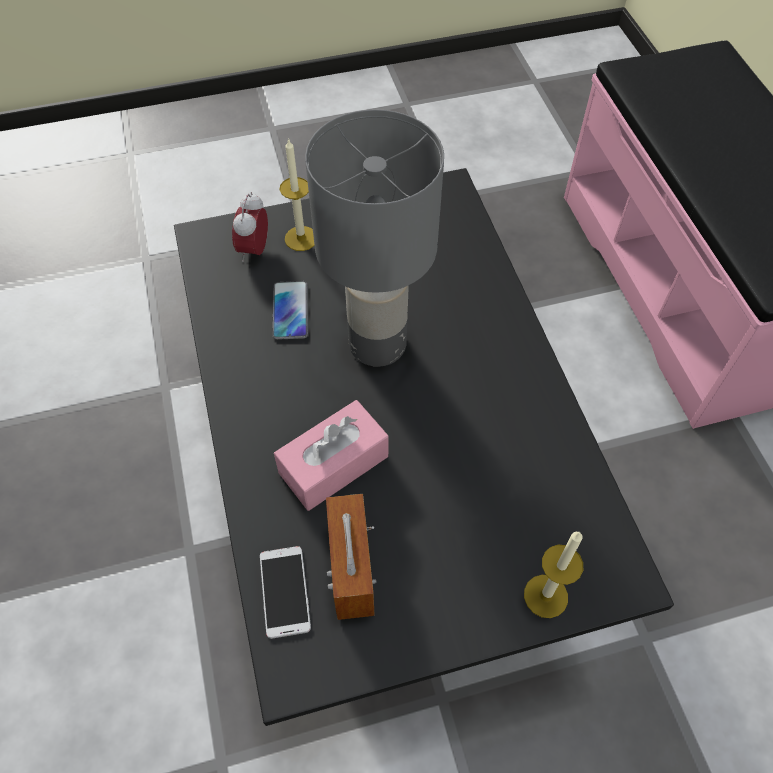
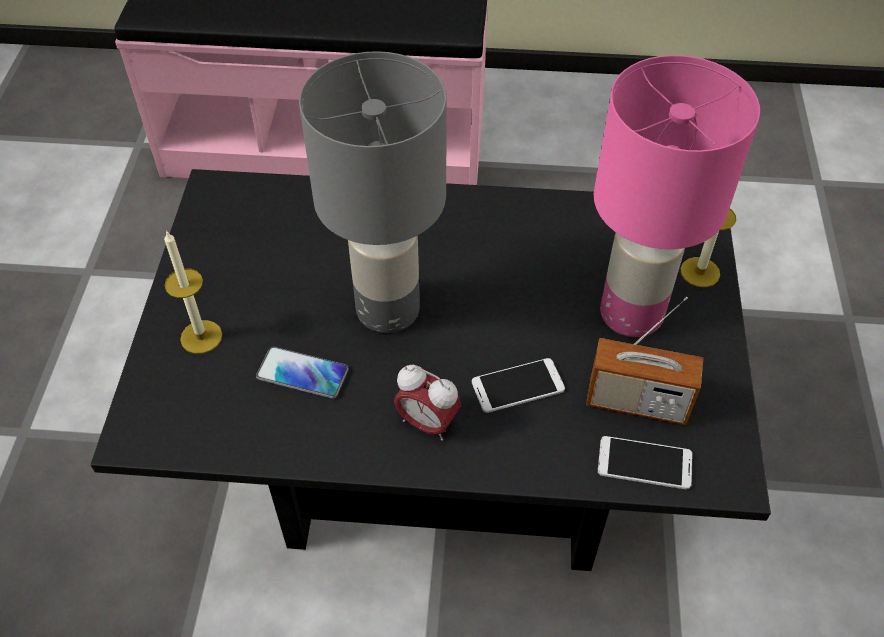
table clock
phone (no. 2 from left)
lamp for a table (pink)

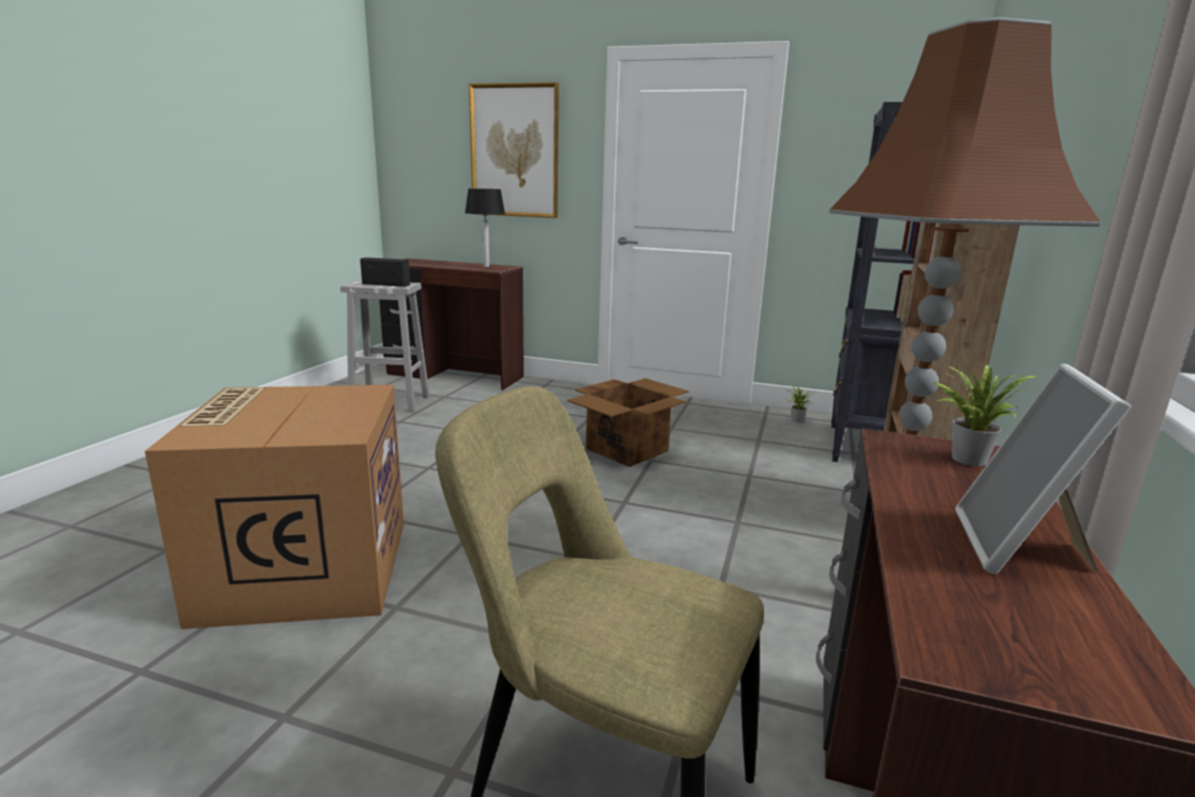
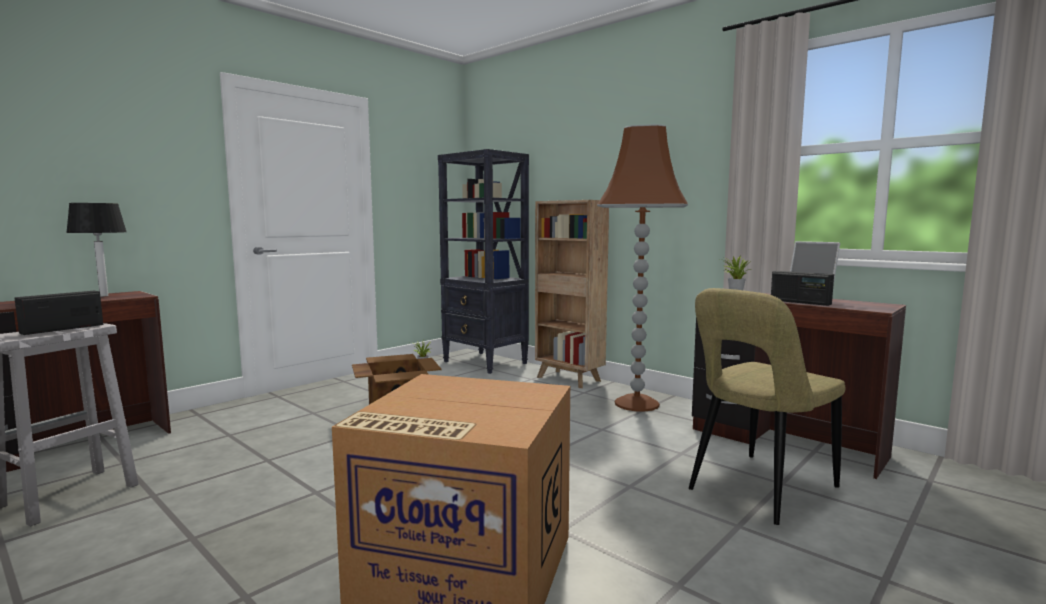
wall art
radio receiver (no. 2 from left)

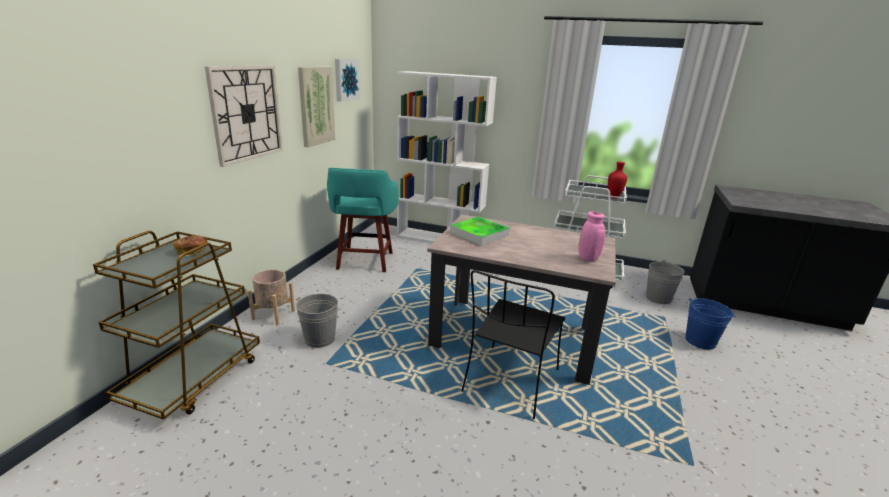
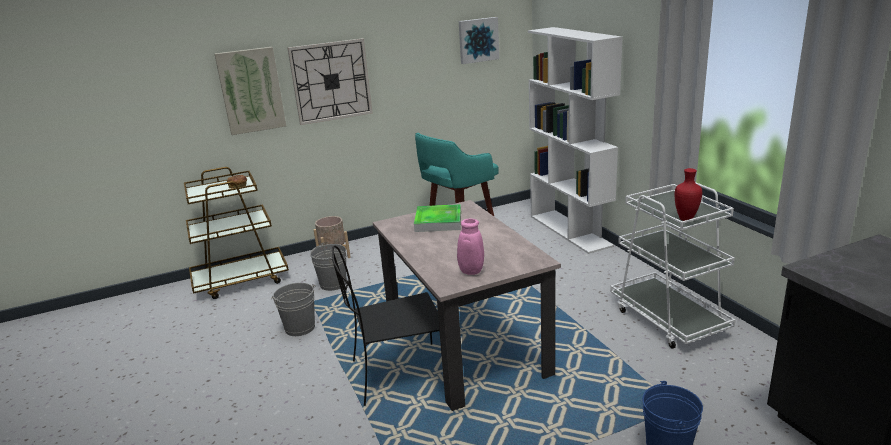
wall art (no. 1 from left)
water bucket (greyish) (no. 1 from left)

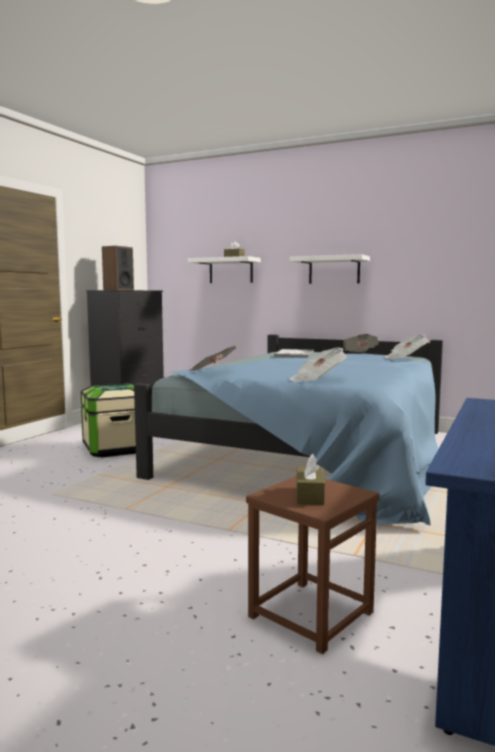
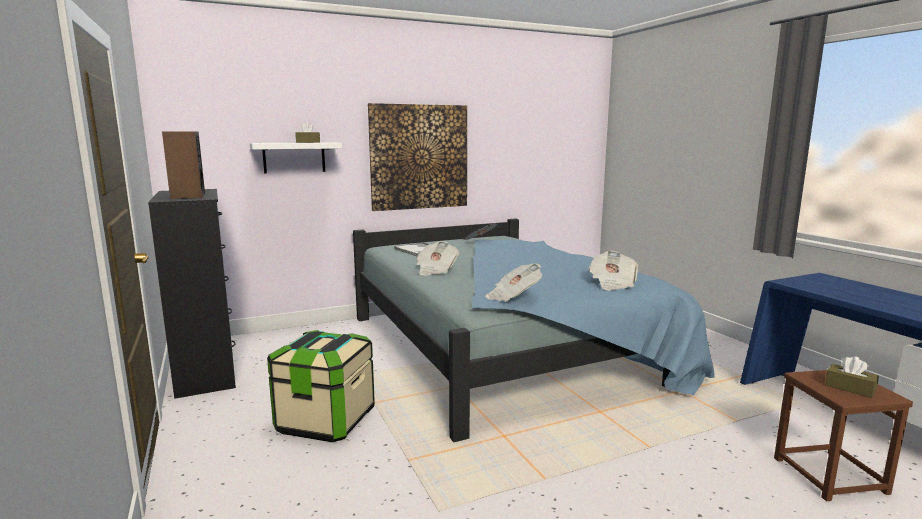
wall art
printed paper (no. 1 from left)

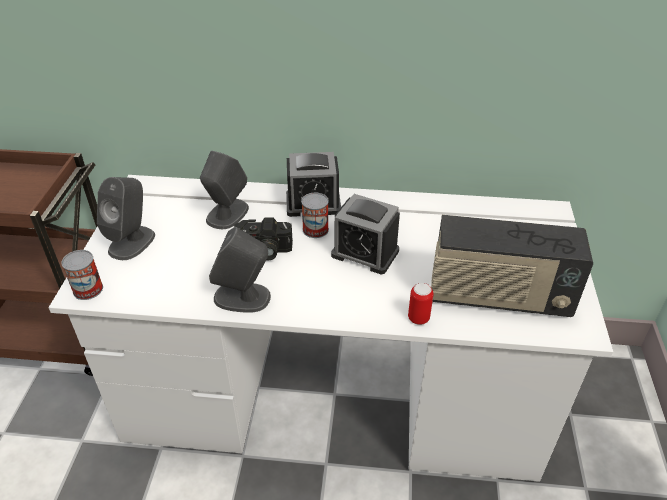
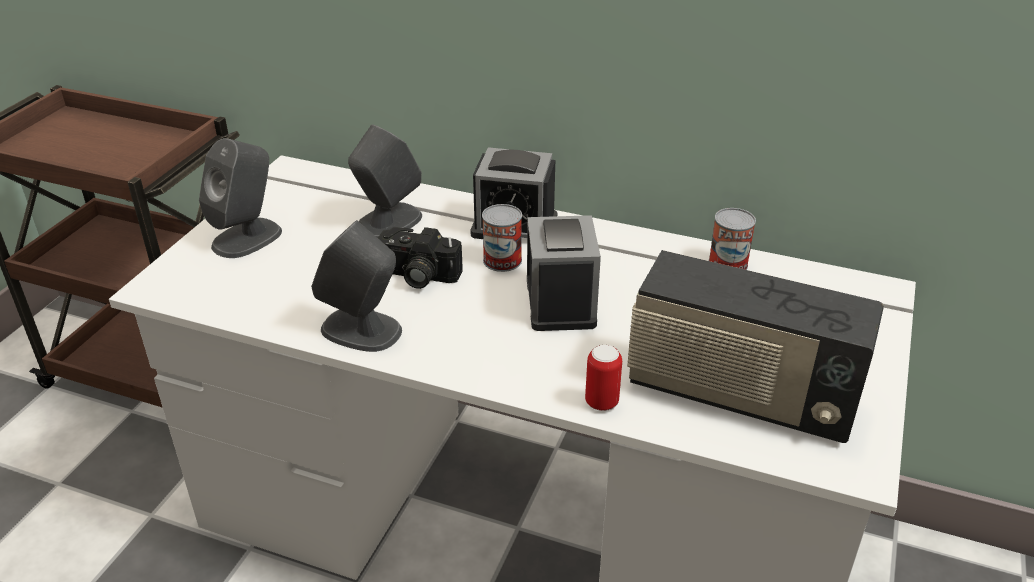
can (no. 3 from left)
table clock (no. 2 from left)

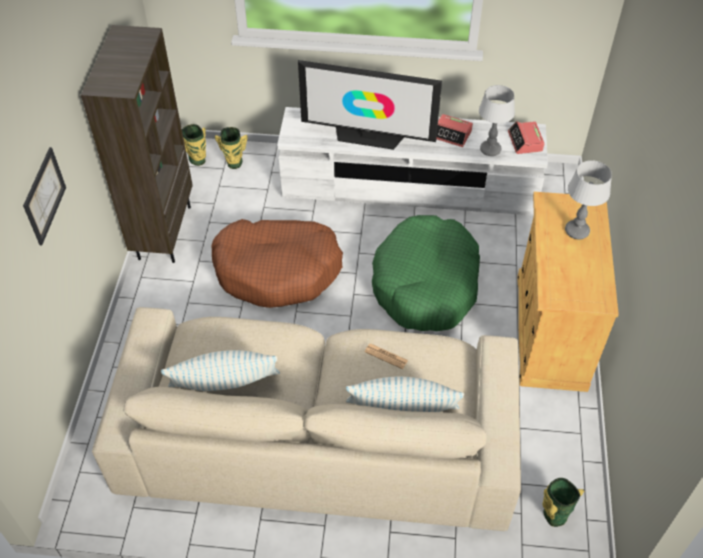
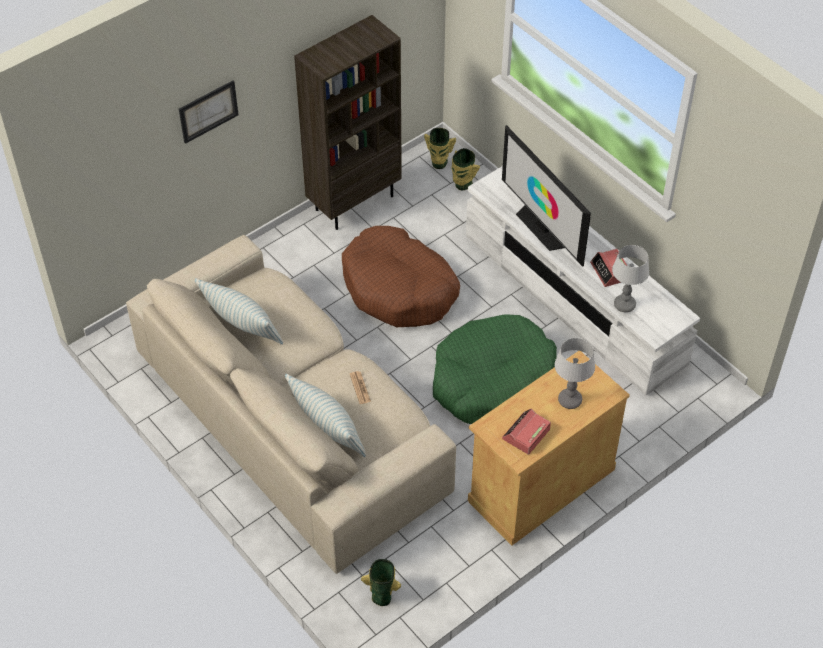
table clock (no. 1 from left)

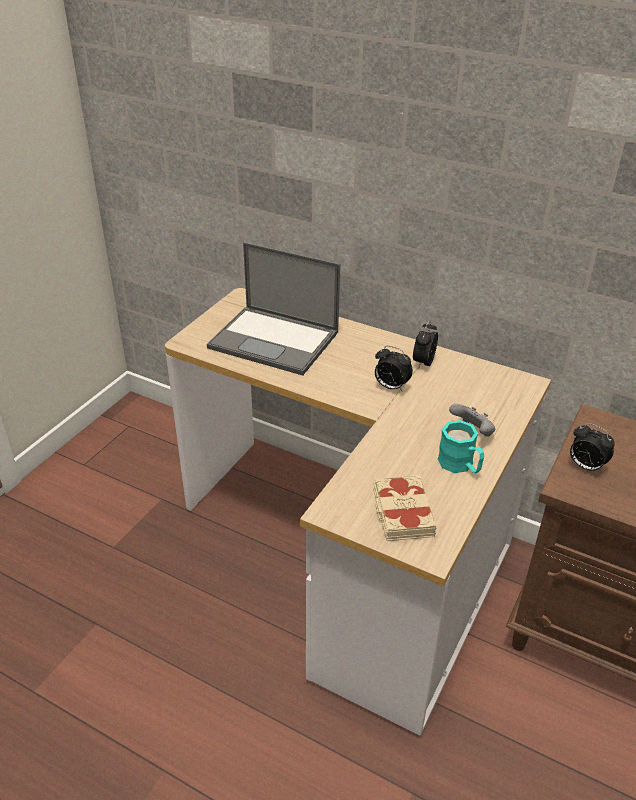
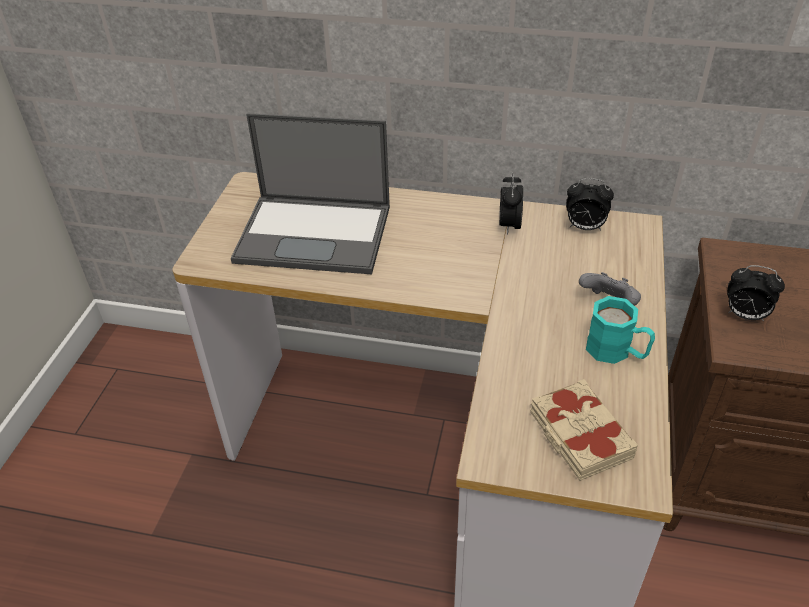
table clock (no. 2 from left)

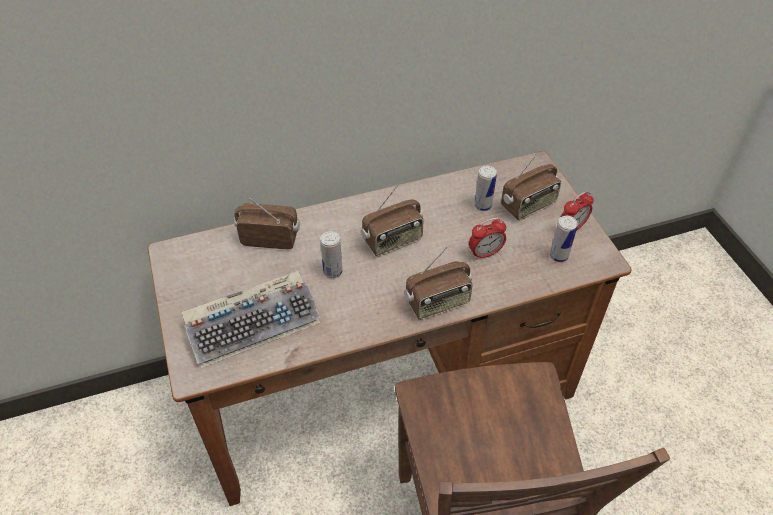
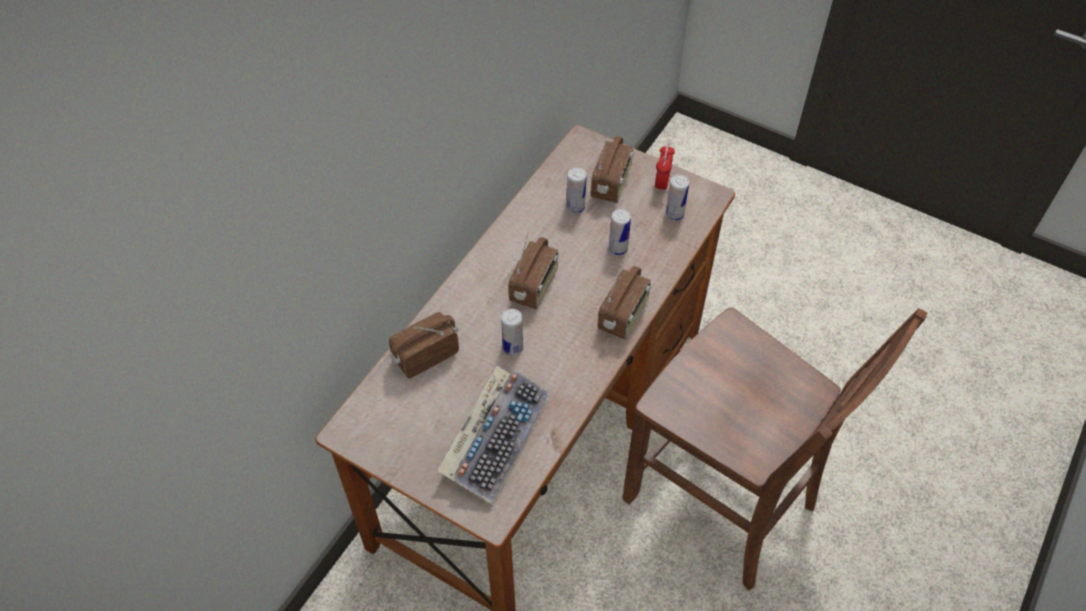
can (no. 3 from left)

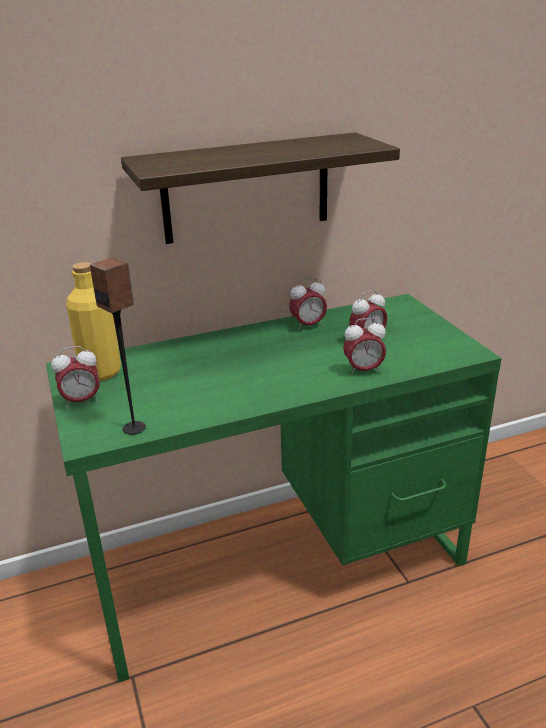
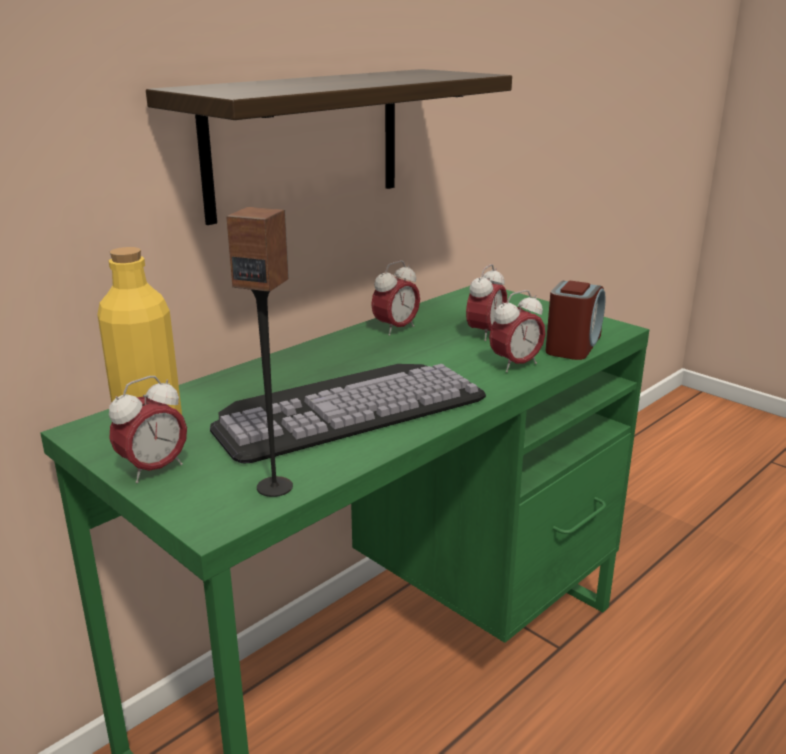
computer keyboard
table clock (no. 5 from left)

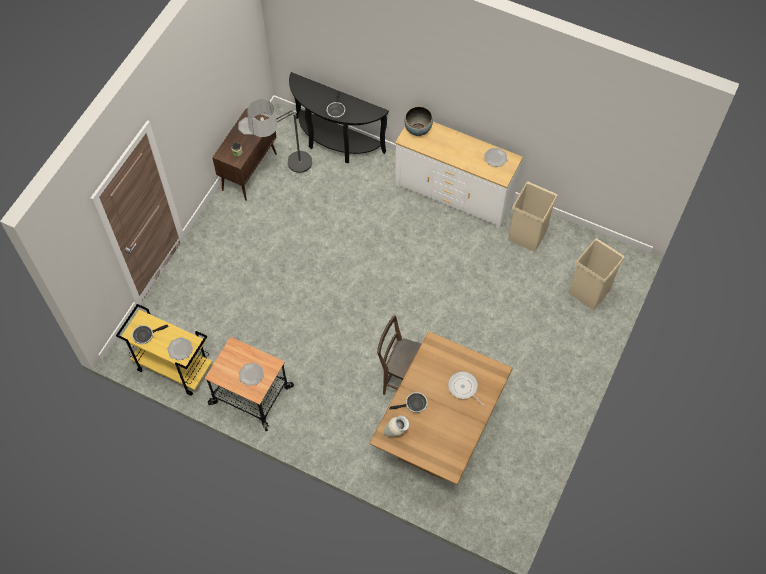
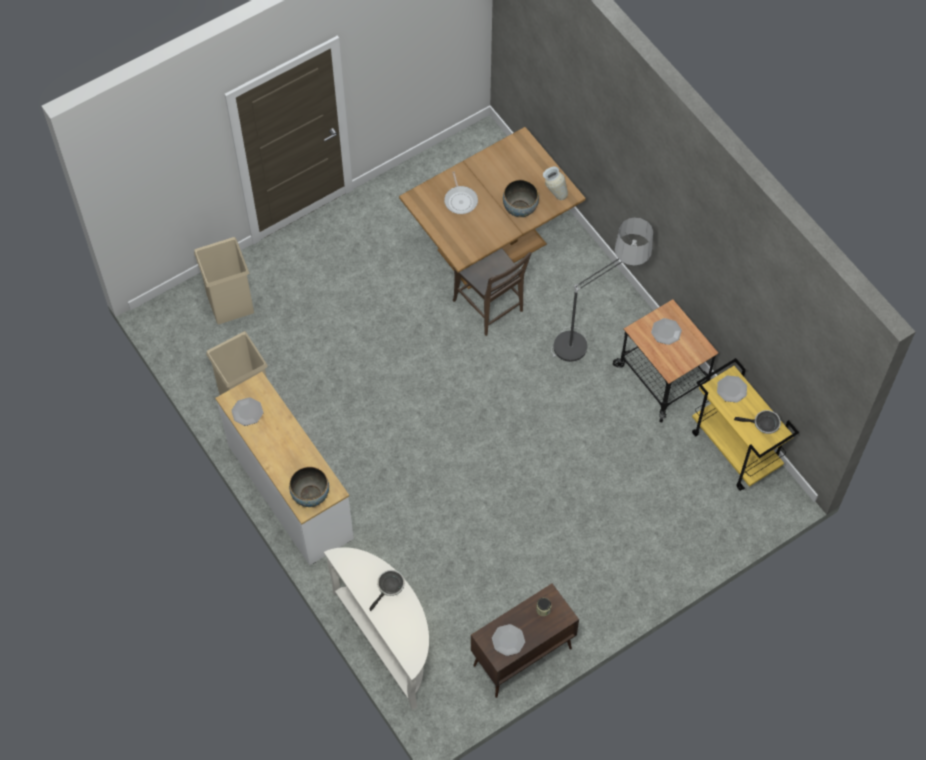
standing lamp
console table (white)
bowl (no. 2 from left)

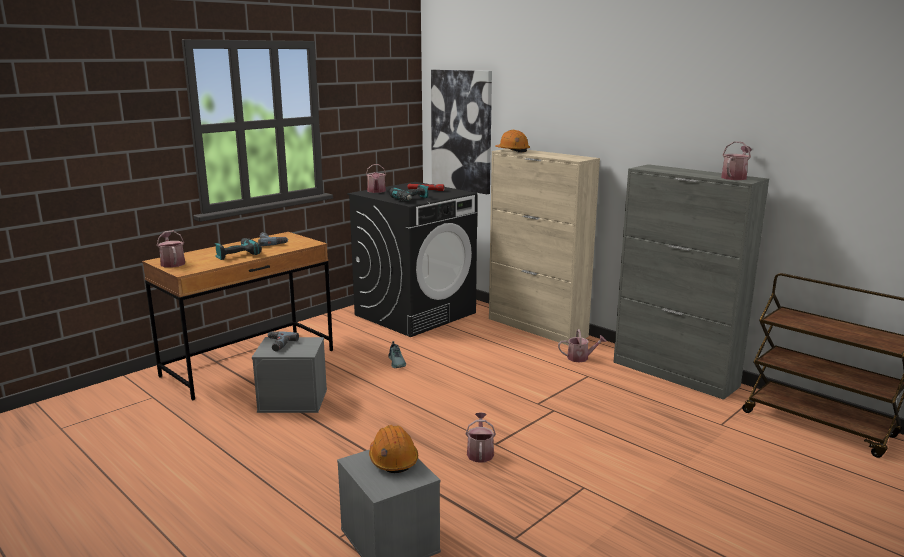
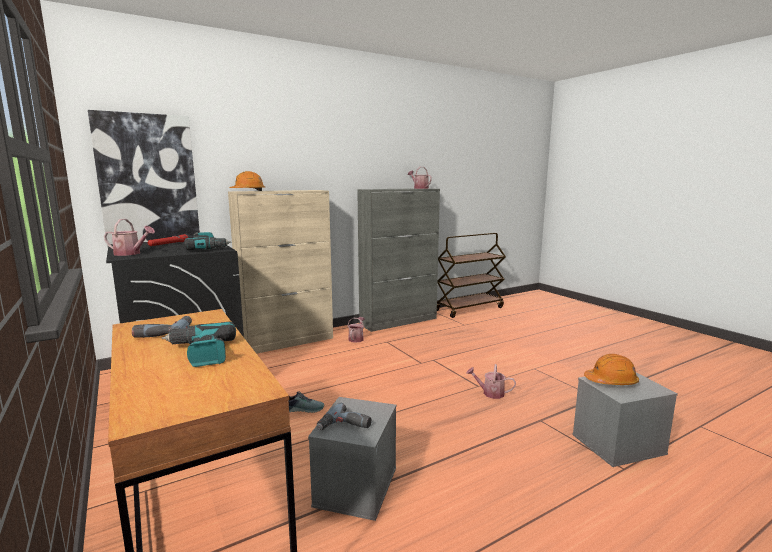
sprinkling can (no. 1 from left in the first image)

